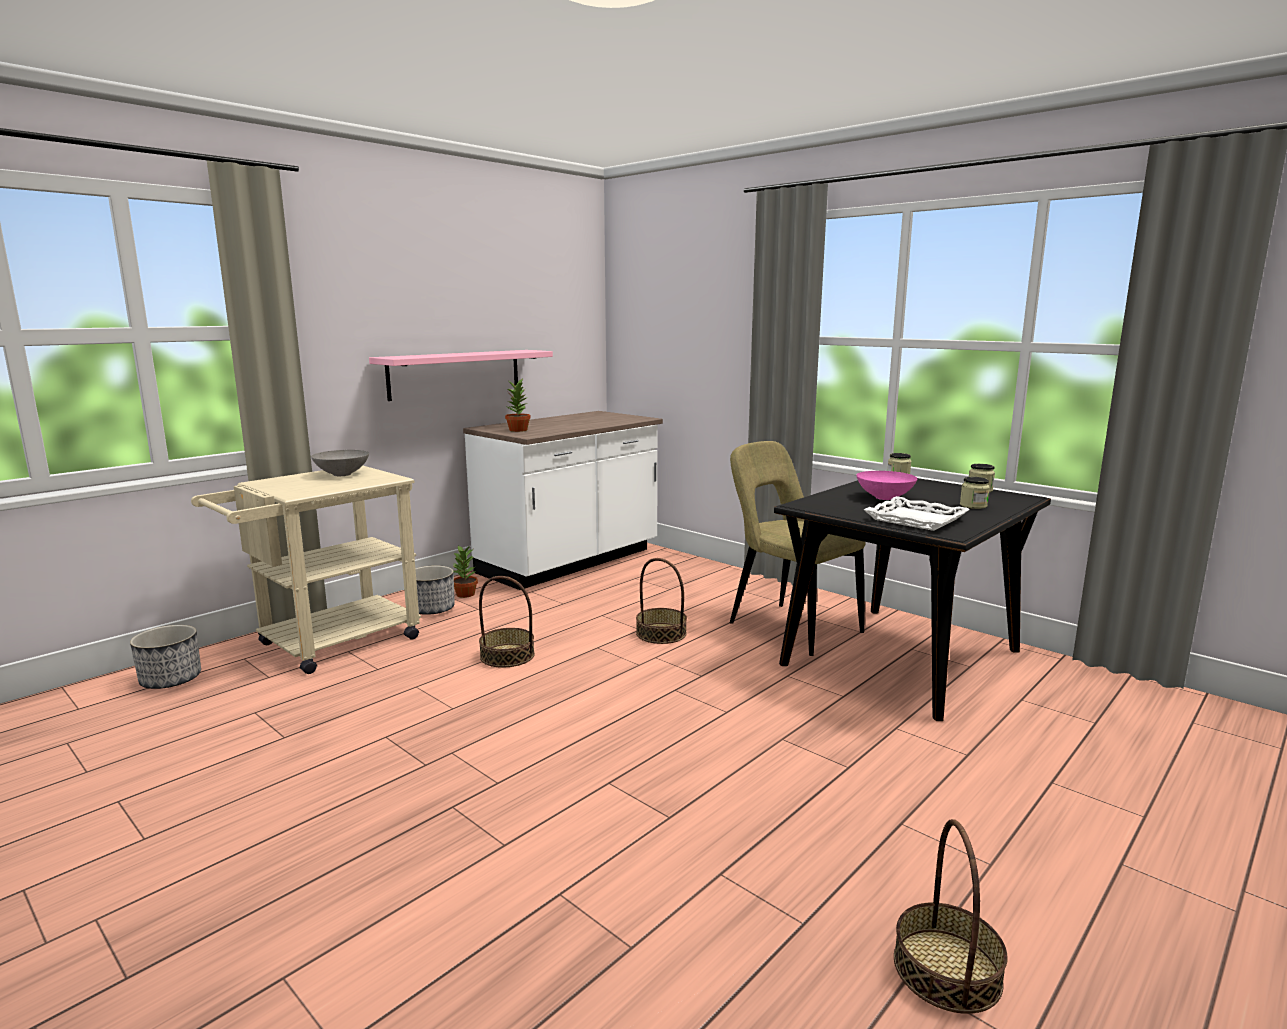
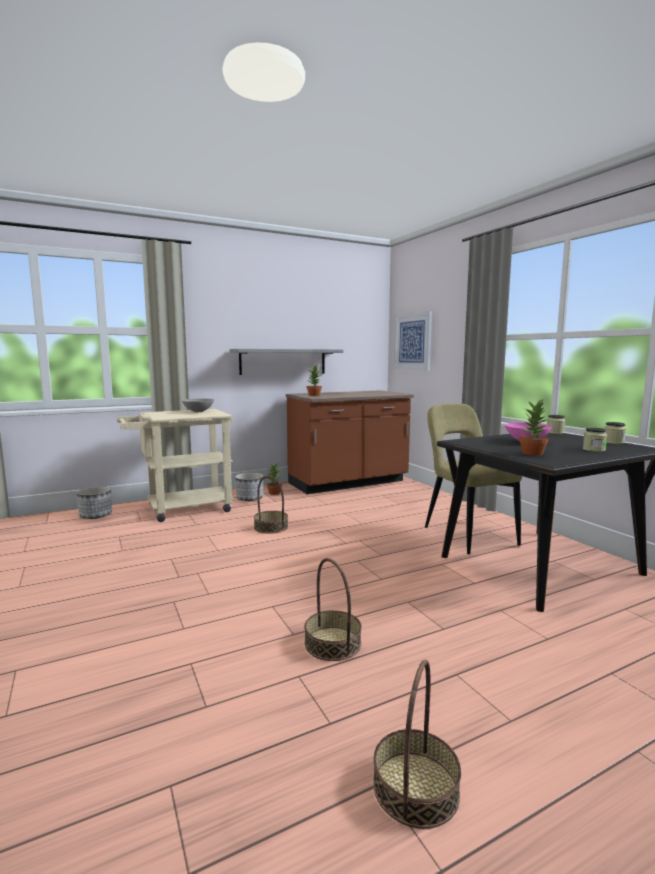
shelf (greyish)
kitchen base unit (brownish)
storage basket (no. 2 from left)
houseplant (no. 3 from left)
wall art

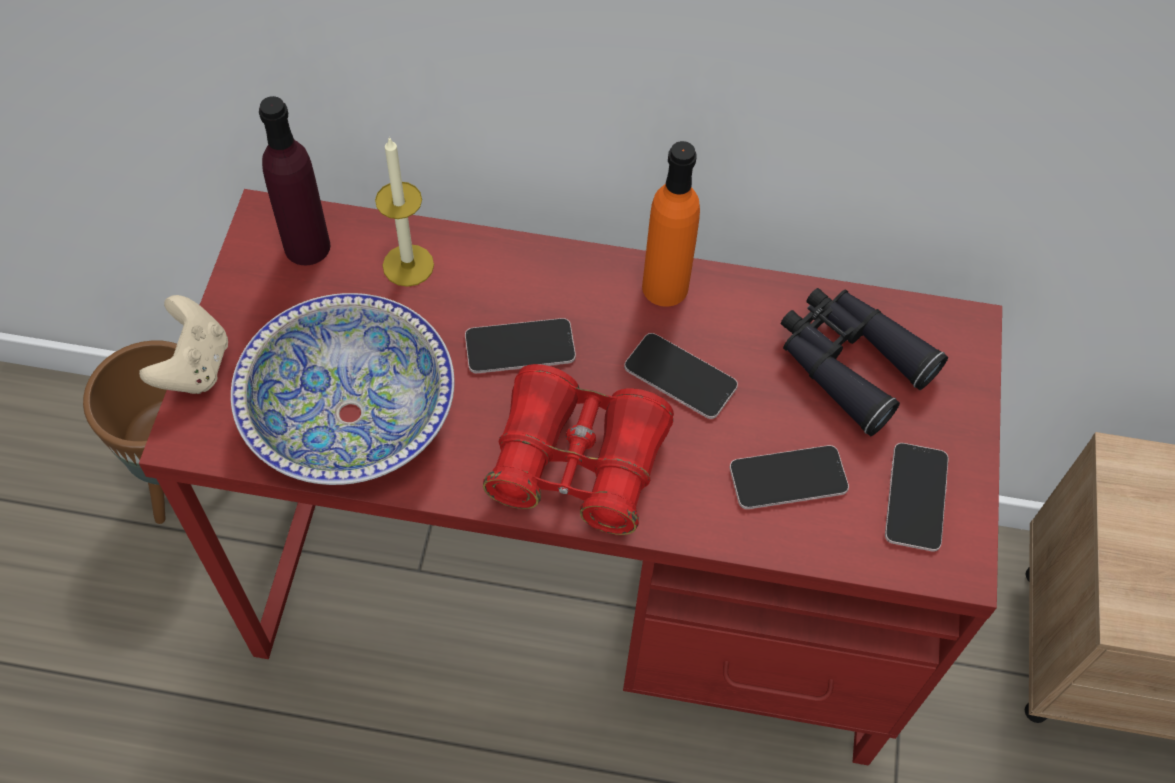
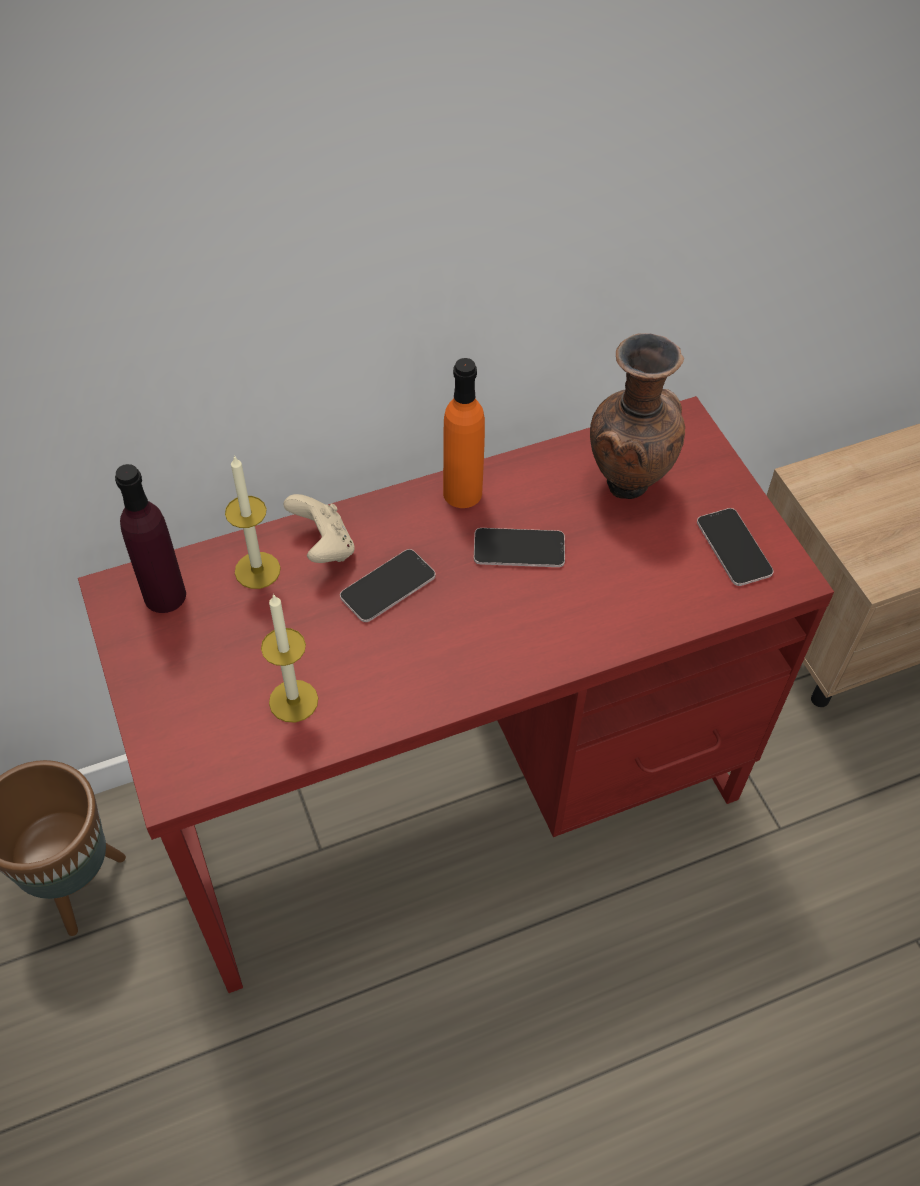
game controller (beige-coloured)
wax candle (no. 2 from left)
field glasses (reddish)
phone (no. 3 from left in the first image)
decorative vase (brownish)

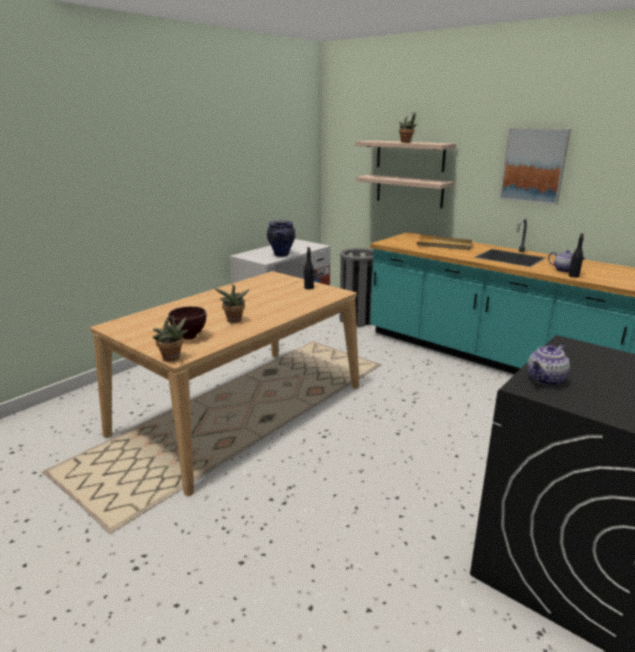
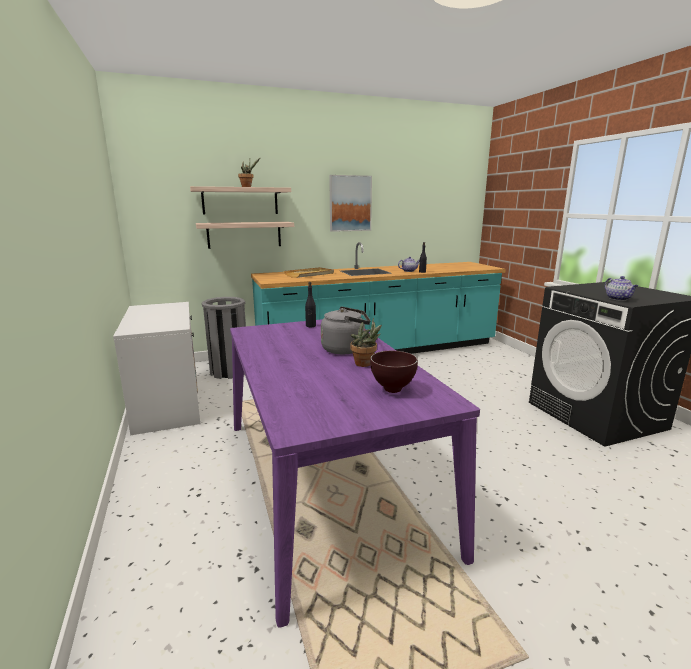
kitchen table (purplish)
houseplant (no. 1 from left in the first image)
decorative vase
water kettle (greyish)

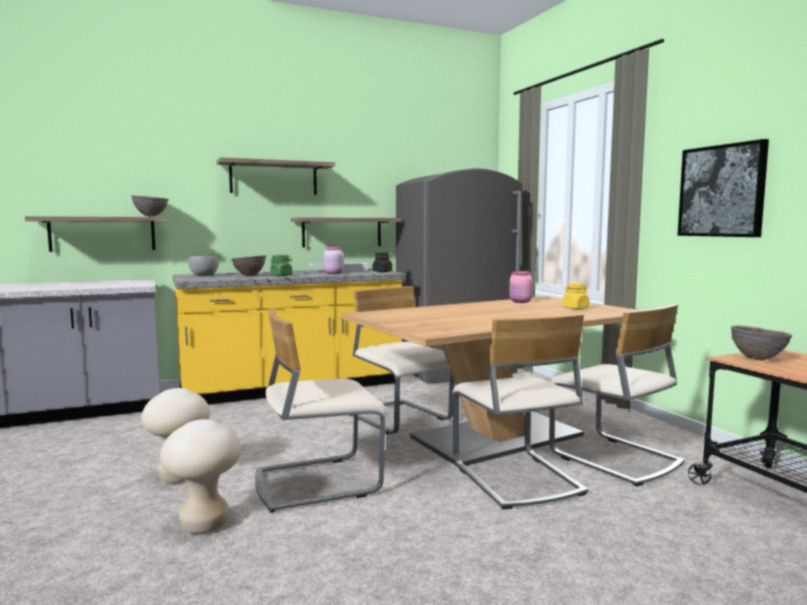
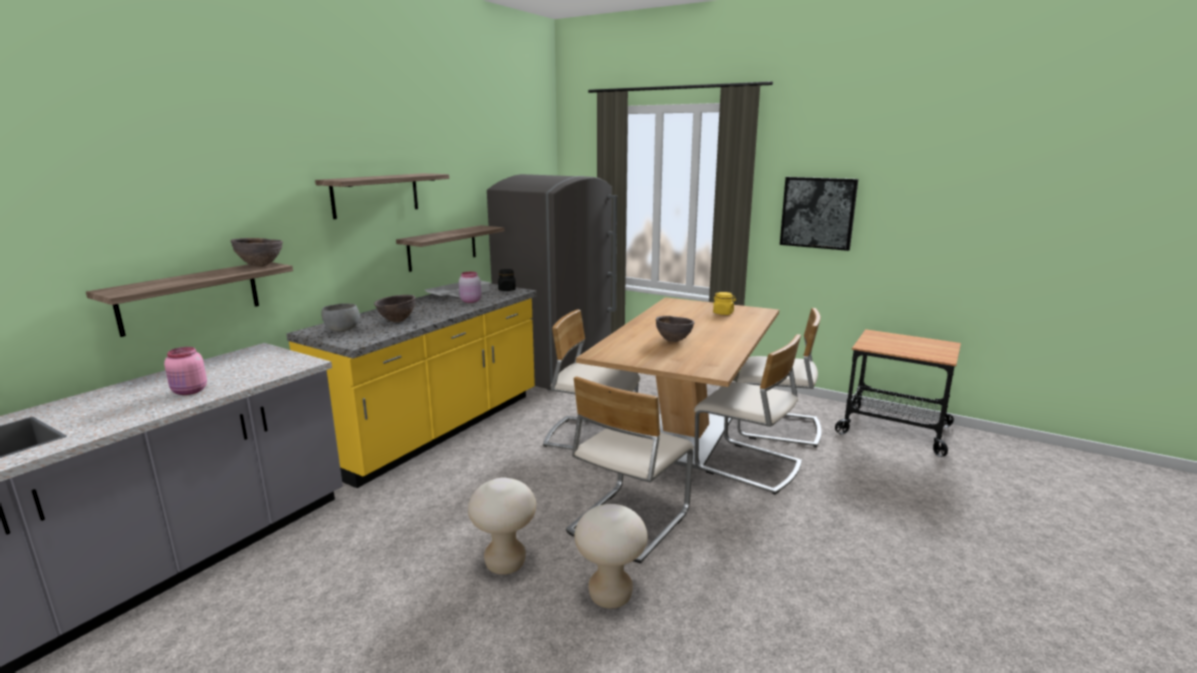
preserve jar (green)
preserve jar (pink) (no. 1 from left)
bowl (brownish) (no. 3 from left)

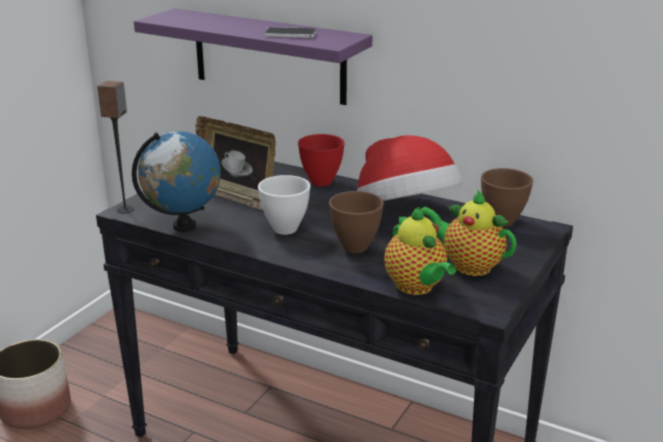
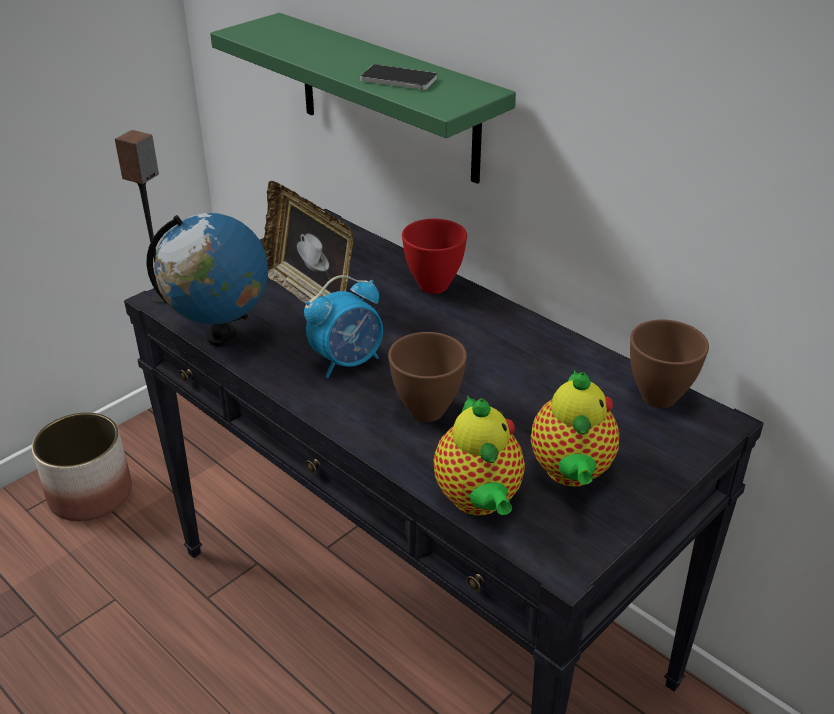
shelf (green)
table clock
clothing hat
teapot (no. 2 from left)

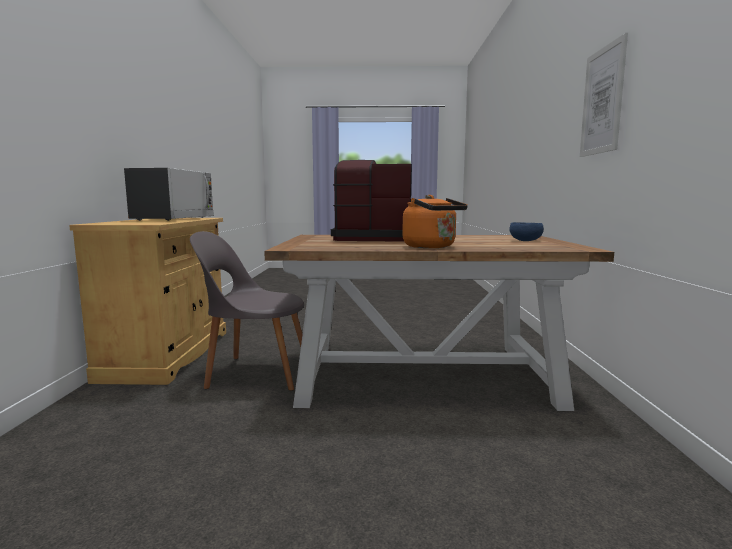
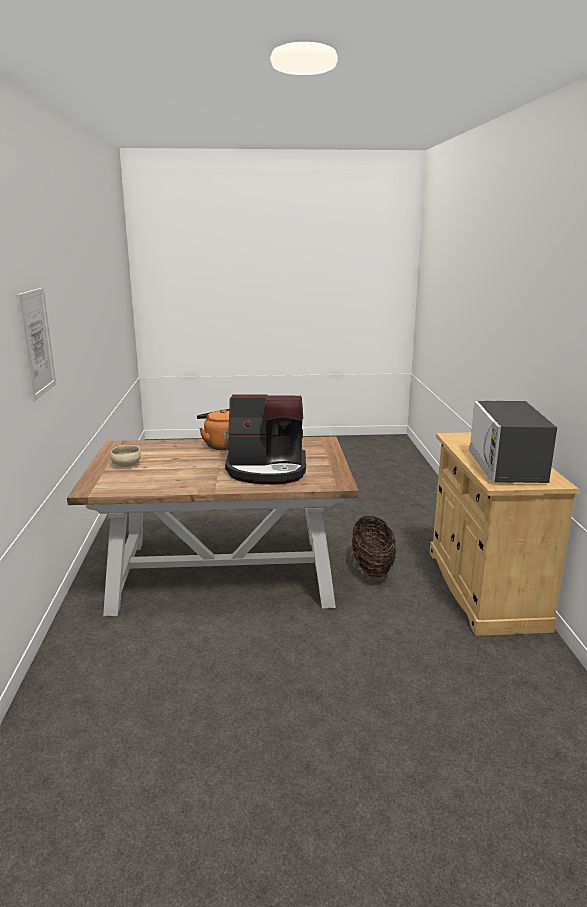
storage basket
bowl (beige-coloured)

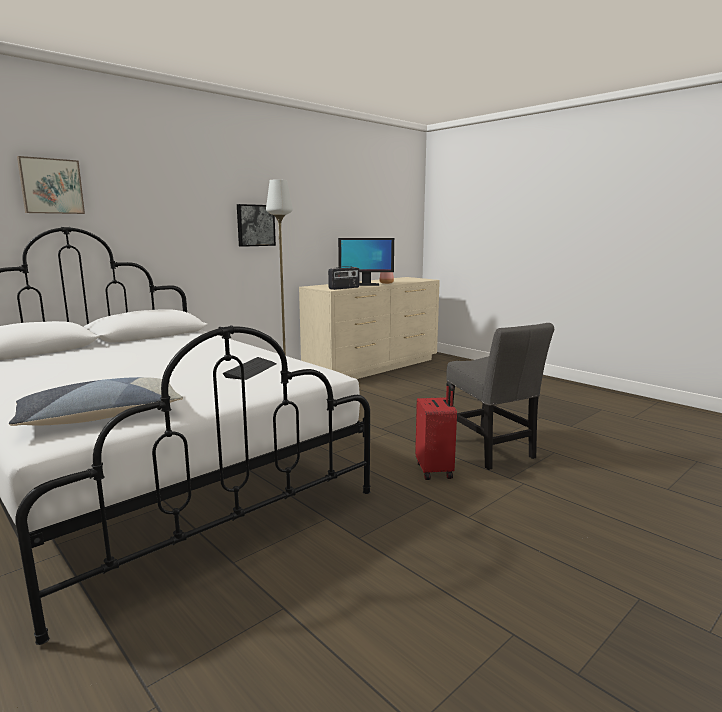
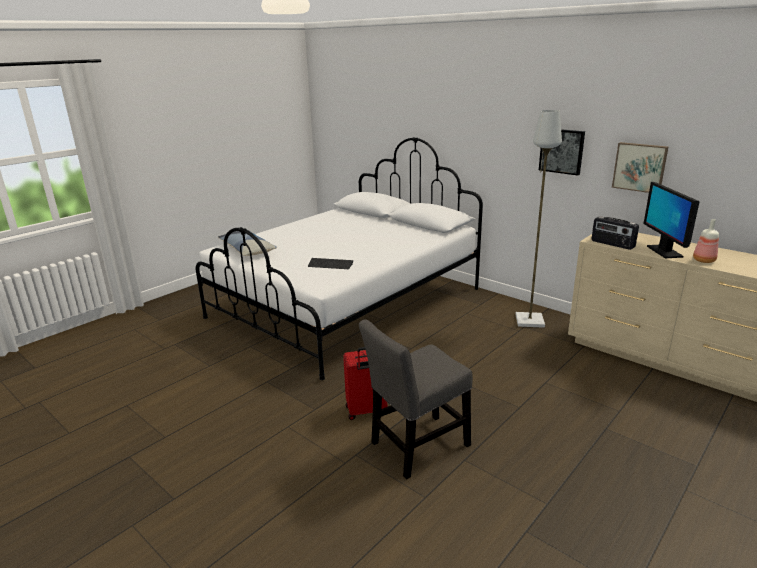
wall art (no. 2 from left)

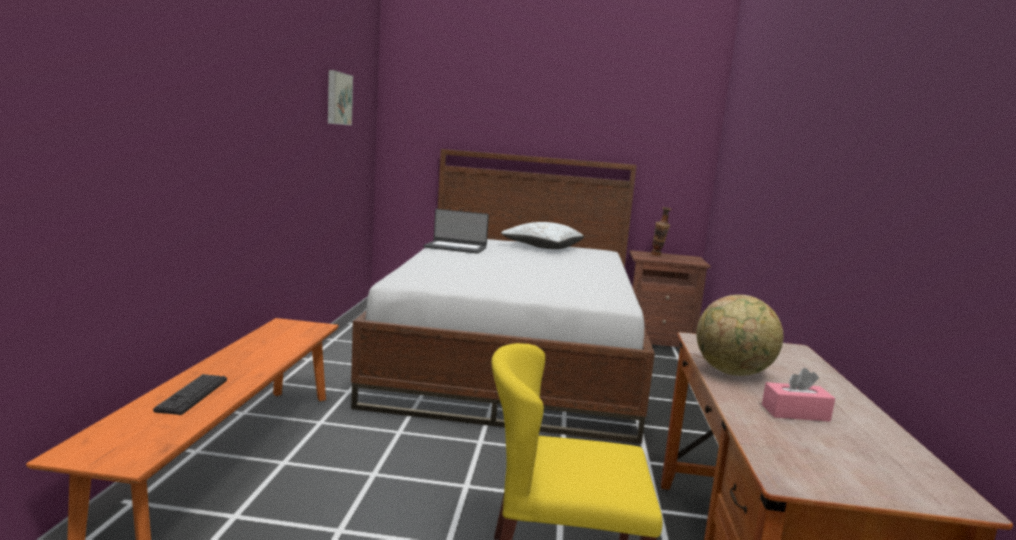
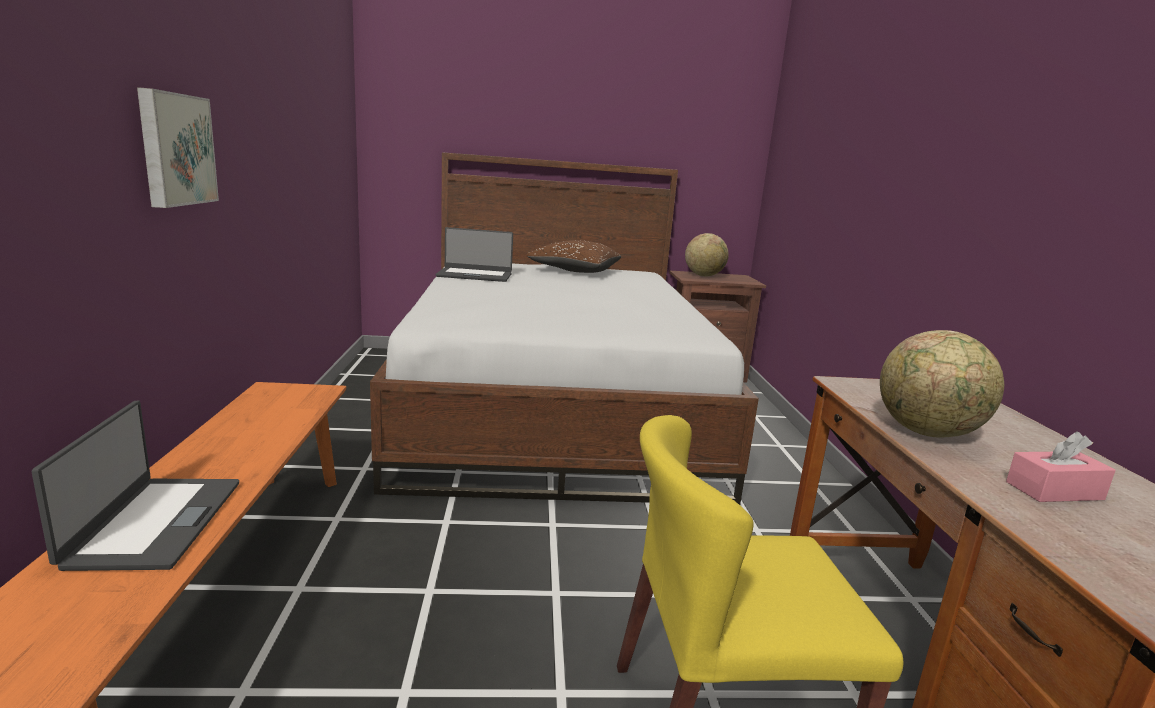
notebook computer (no. 1 from left)
wall art
throw pillow (brownish)
desk globe (no. 1 from left)

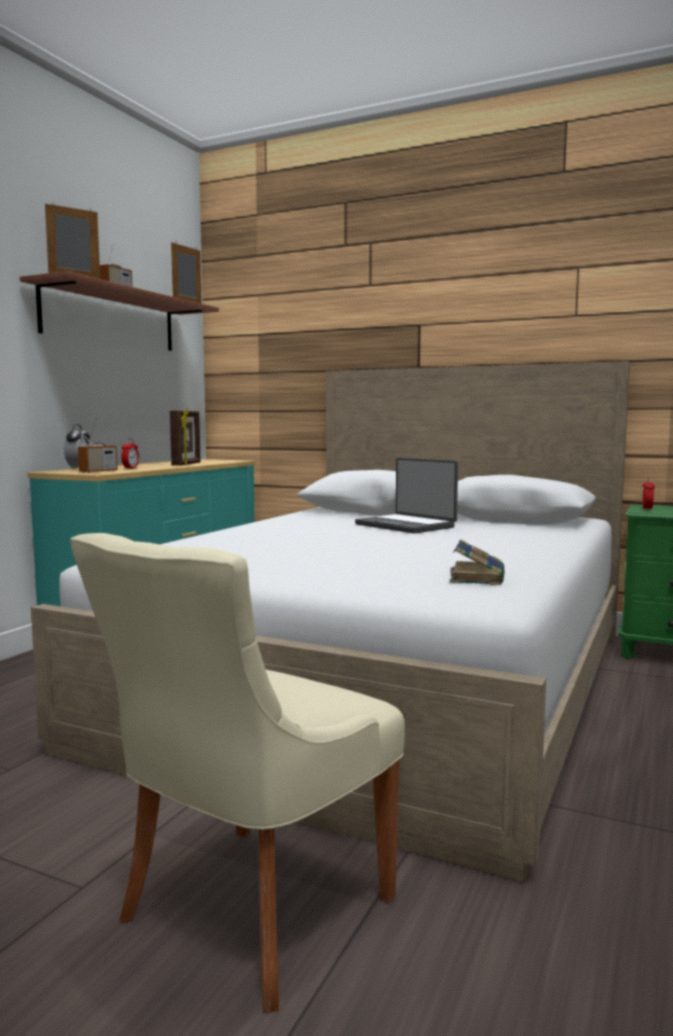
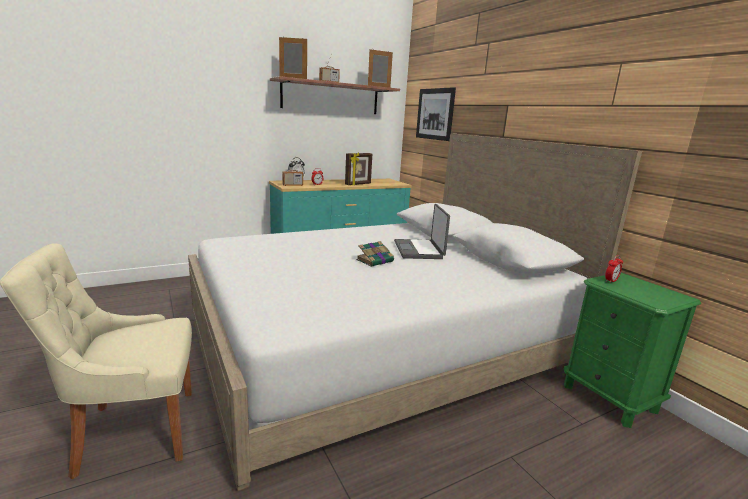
volume
wall art

